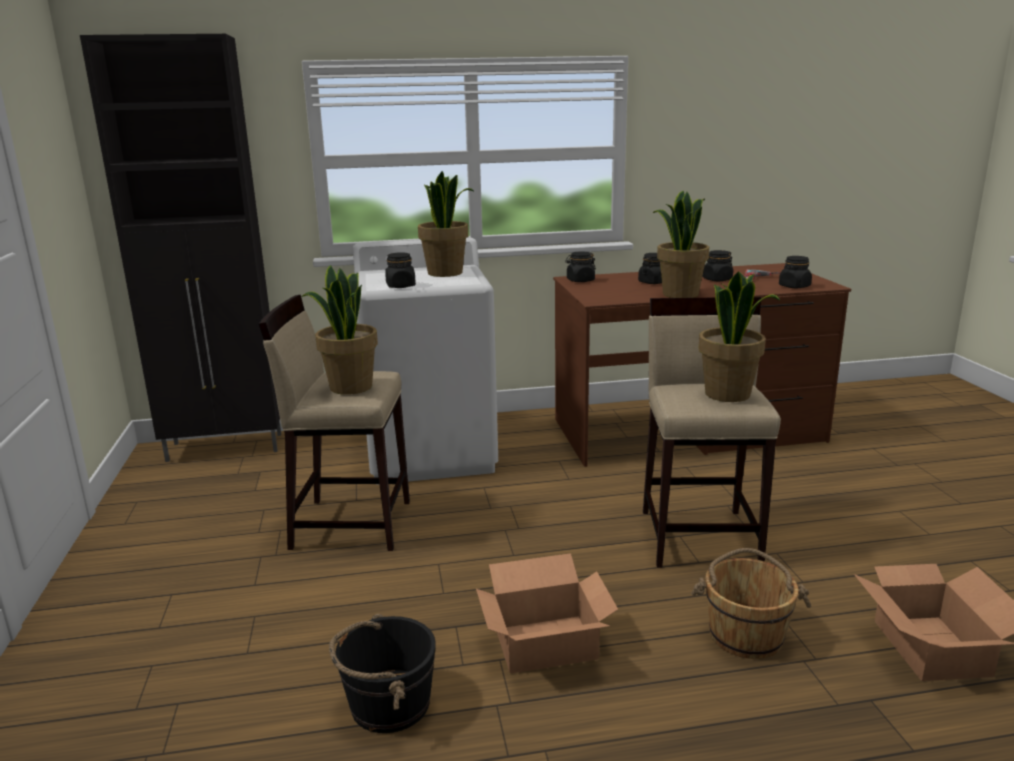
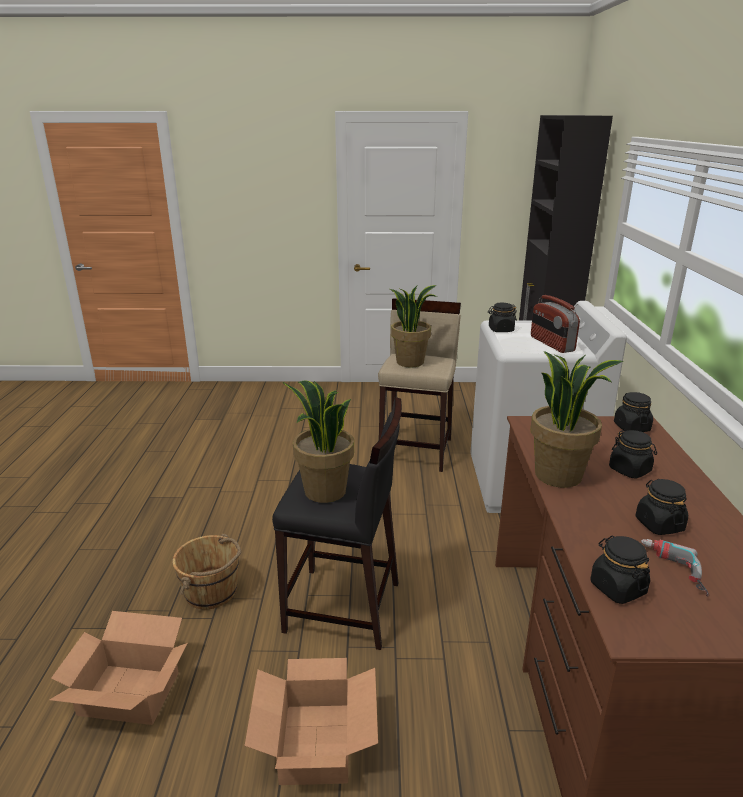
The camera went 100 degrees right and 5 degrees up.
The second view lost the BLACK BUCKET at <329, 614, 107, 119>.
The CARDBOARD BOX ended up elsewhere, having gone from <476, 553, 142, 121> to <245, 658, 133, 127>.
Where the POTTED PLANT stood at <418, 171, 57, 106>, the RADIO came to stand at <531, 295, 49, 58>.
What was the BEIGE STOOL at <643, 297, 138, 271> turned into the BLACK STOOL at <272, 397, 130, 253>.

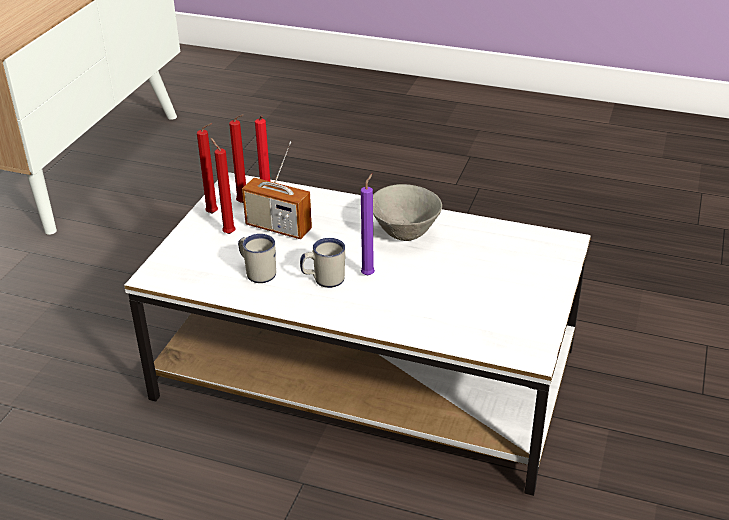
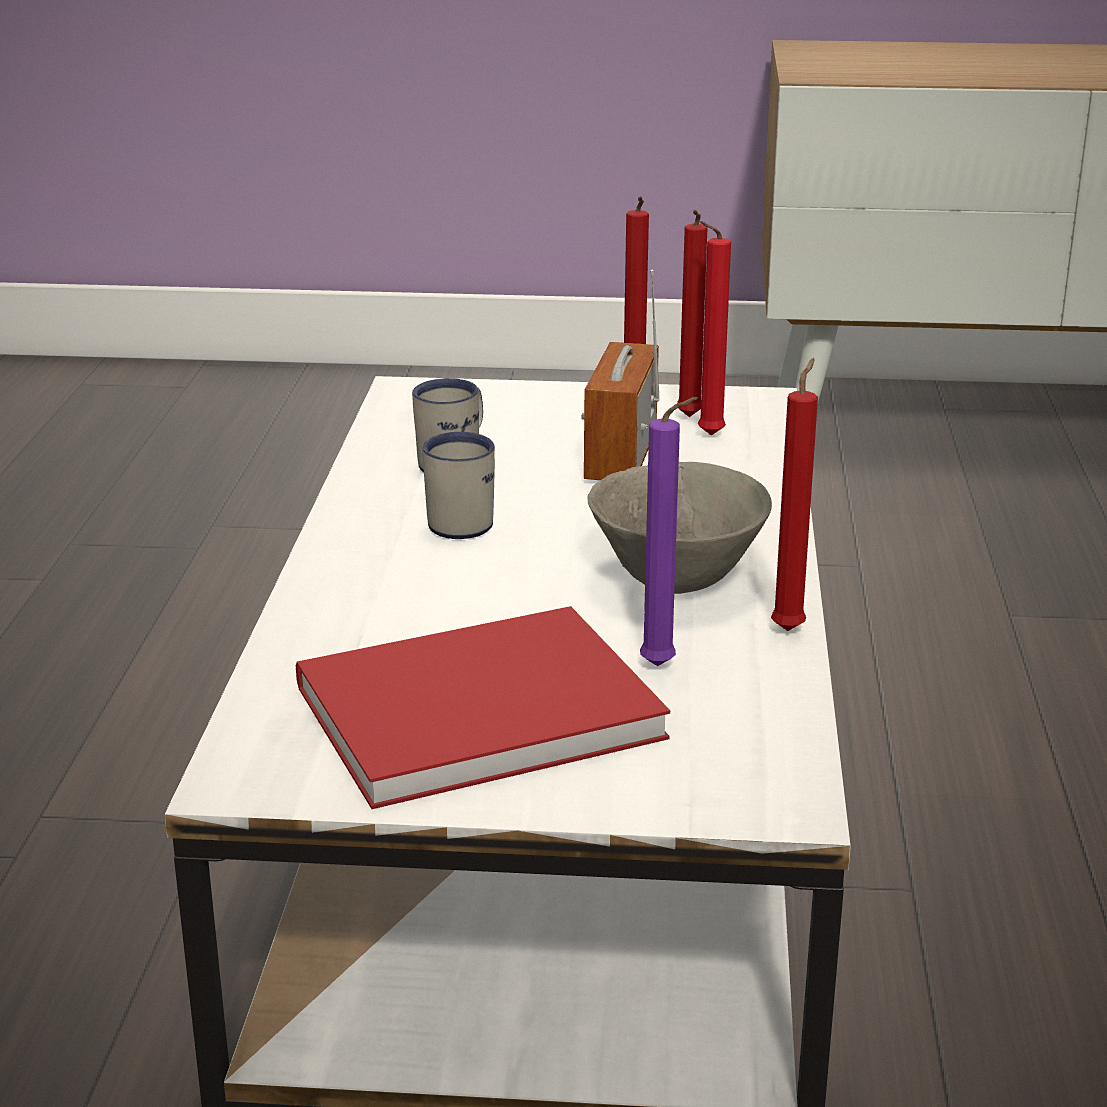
The camera went 75 degrees right and 10 degrees down.
The second view gained the RED BOOK at <296, 606, 374, 203>.
The RED CANDLE ended up elsewhere, having gone from <211, 138, 25, 96> to <771, 358, 47, 273>.
The PURPLE CANDLE ended up elsewhere, having gone from <361, 174, 14, 102> to <640, 397, 58, 269>.

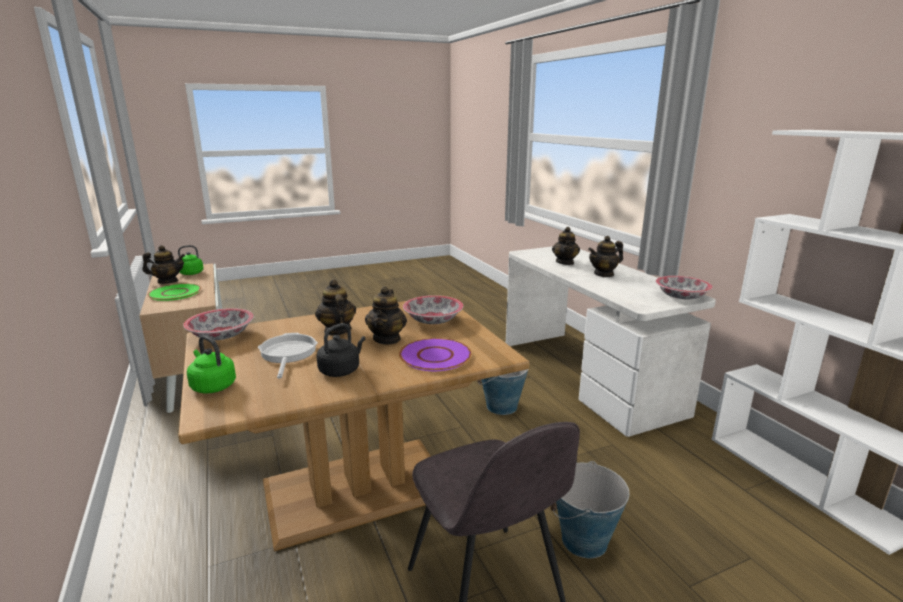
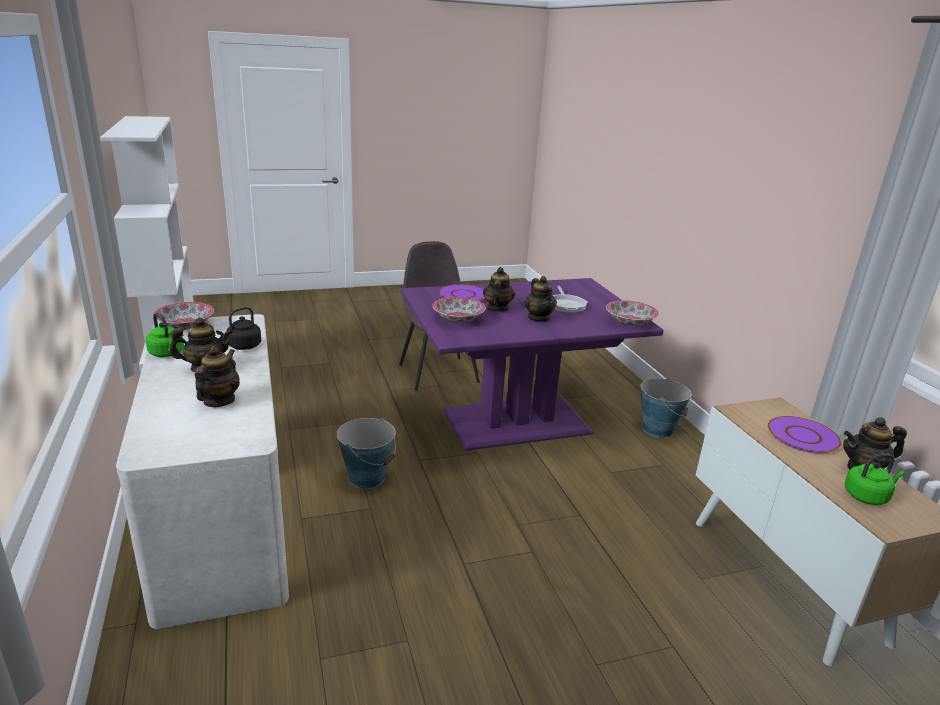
The camera went 175 degrees left and 5 degrees up.
The GREEN KETTLE ended up elsewhere, having gone from <187, 336, 49, 58> to <146, 313, 38, 44>.
The BLACK KETTLE ended up elsewhere, having gone from <316, 323, 49, 54> to <216, 307, 45, 43>.
The BUCKET ended up elsewhere, having gone from <551, 461, 79, 97> to <641, 378, 50, 60>.
What was the GREEN PLATE at <148, 284, 53, 17> turned into the PURPLE PLATE at <768, 416, 73, 37>.
What was the BROWN DINING TABLE at <178, 301, 352, 250> turned into the PURPLE DINING TABLE at <401, 278, 263, 173>.

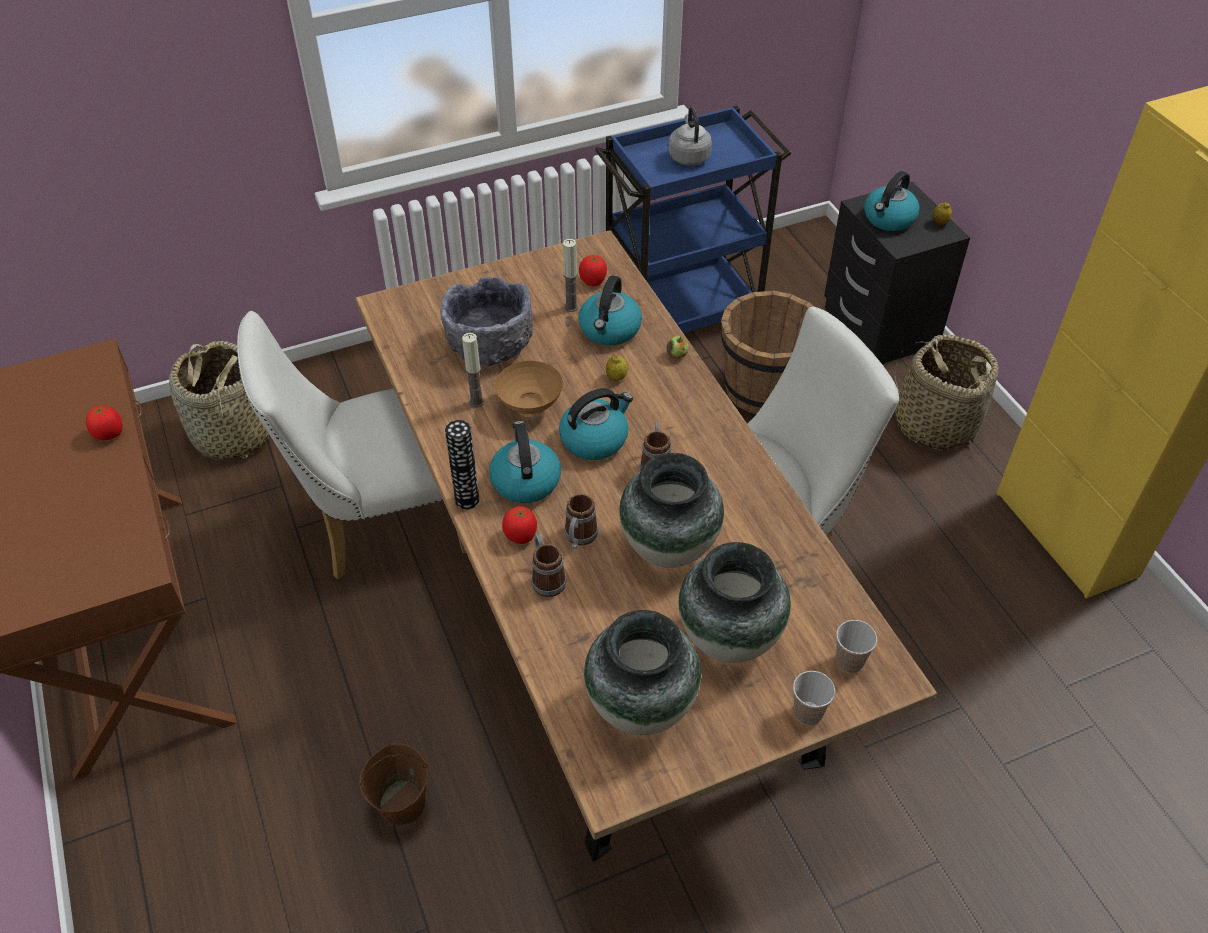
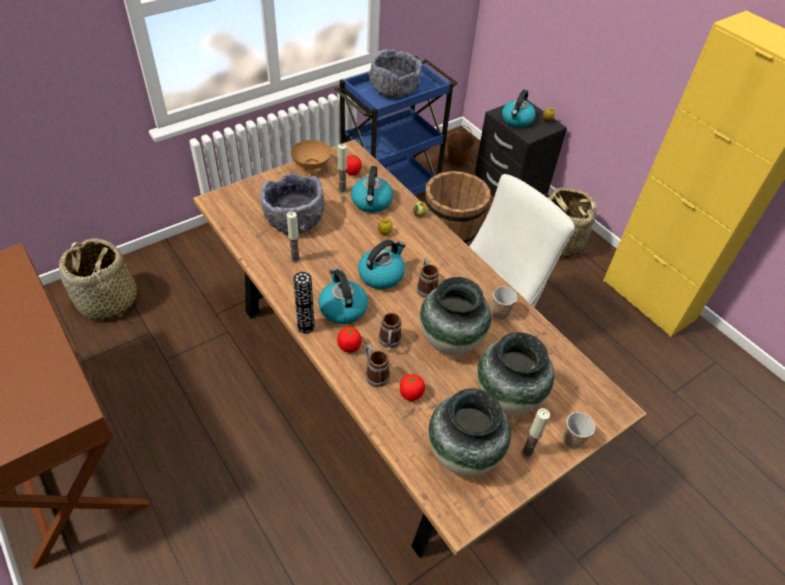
The camera went 15 degrees left and 0 degrees up.
The second view lost the WHITE CHAIR at <237, 311, 229, 269>.
The second view gained the CANDLE at <521, 408, 29, 50>.
The TOMATO ended up elsewhere, having gone from <86, 405, 37, 35> to <400, 373, 25, 28>.
The BROWN BUCKET ended up elsewhere, having gone from <359, 743, 69, 83> to <447, 126, 28, 41>.
The BROWN BOWL ended up elsewhere, having gone from <495, 361, 68, 55> to <291, 140, 40, 32>.
The CUP ended up elsewhere, having gone from <836, 620, 41, 53> to <492, 286, 25, 33>.
Where the GREY KETTLE stood at <669, 107, 43, 58>, the GREY BOWL came to stand at <368, 49, 54, 49>.

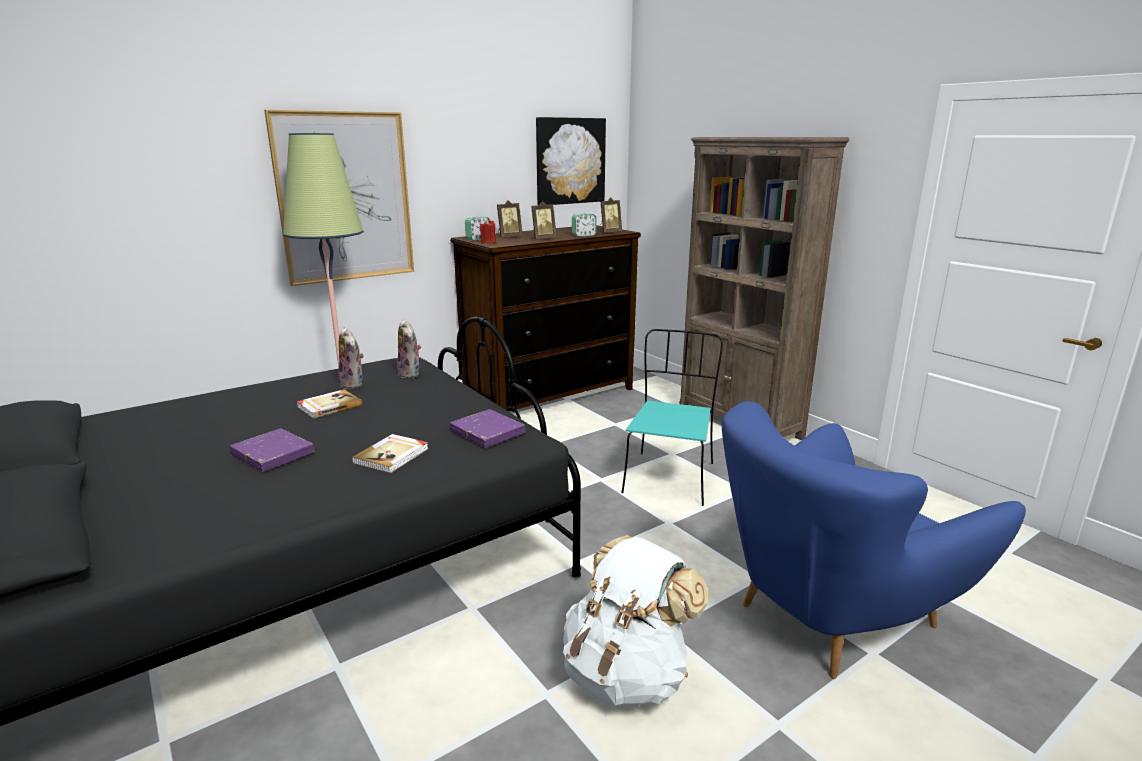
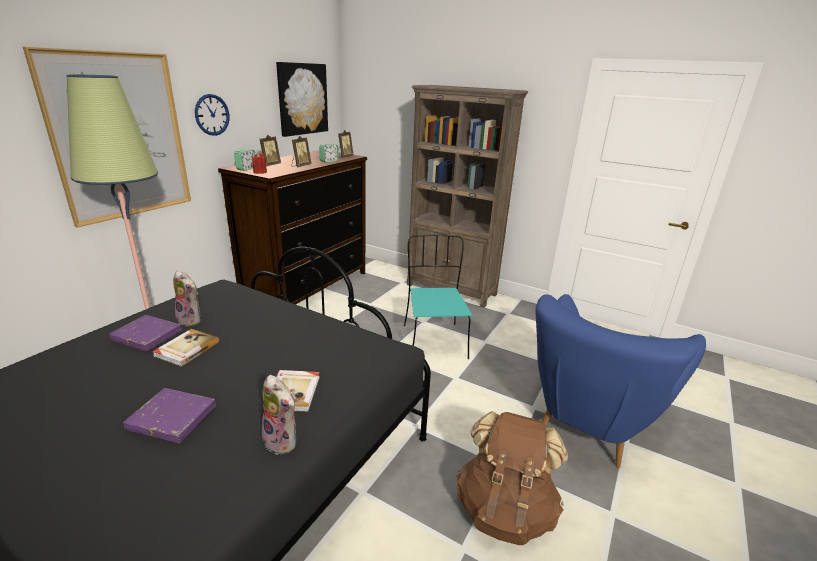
The camera went 25 degrees left and 5 degrees up.
The second view gained the WALL CLOCK at <195, 94, 34, 42>.
The PLUSH TOY ended up elsewhere, having gone from <396, 319, 25, 59> to <262, 375, 34, 80>.
The PURPLE BOOK ended up elsewhere, having gone from <450, 409, 75, 39> to <109, 315, 73, 36>.
What was the WHITE BACKPACK at <563, 535, 145, 172> turned into the BROWN BACKPACK at <457, 411, 111, 134>.

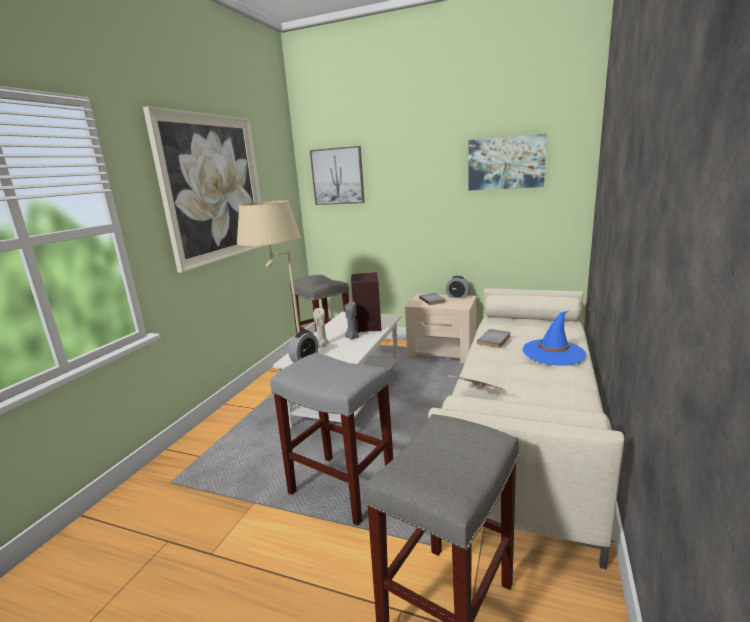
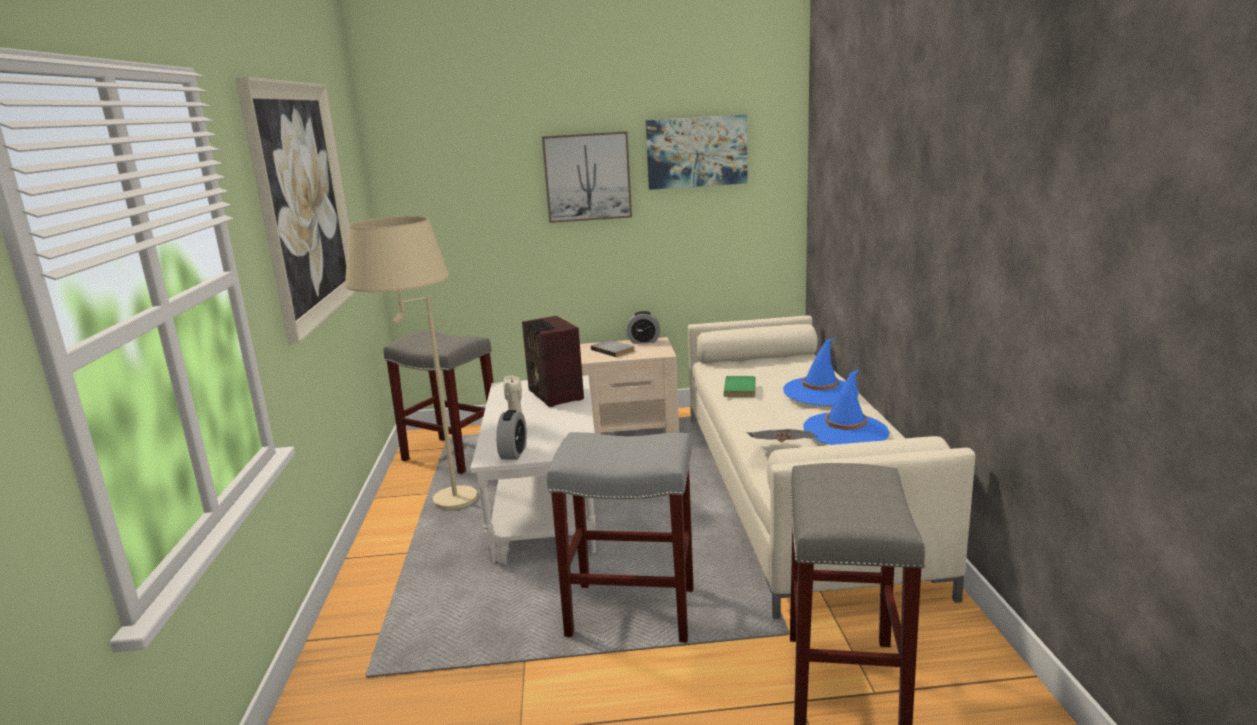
The camera went 25 degrees left and 0 degrees up.
The second view lost the GREY CANDLE at <345, 301, 14, 39>.
The second view gained the BLUE HAT at <803, 369, 87, 76>.
The PICTURE ended up elsewhere, having gone from <310, 146, 55, 59> to <542, 131, 90, 92>.
What was the GREY BOOK at <477, 329, 34, 19> turned into the GREEN BOOK at <724, 376, 32, 21>.

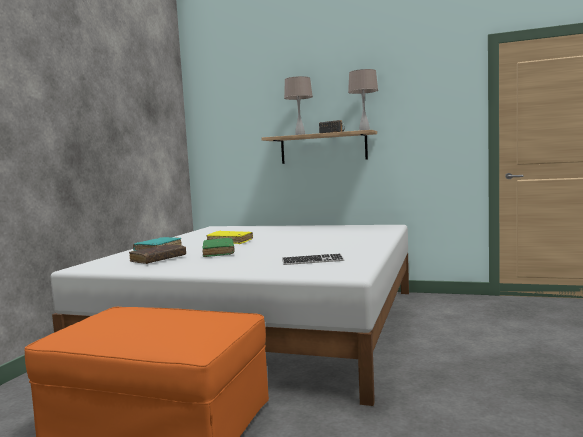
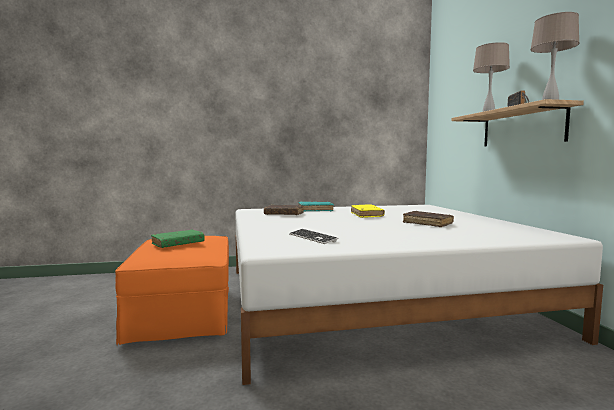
The camera went 60 degrees right and 0 degrees up.
The second view gained the BROWN BOOK at <403, 211, 51, 16>.
The GREEN BOOK ended up elsewhere, having gone from <202, 238, 33, 19> to <151, 229, 54, 19>.

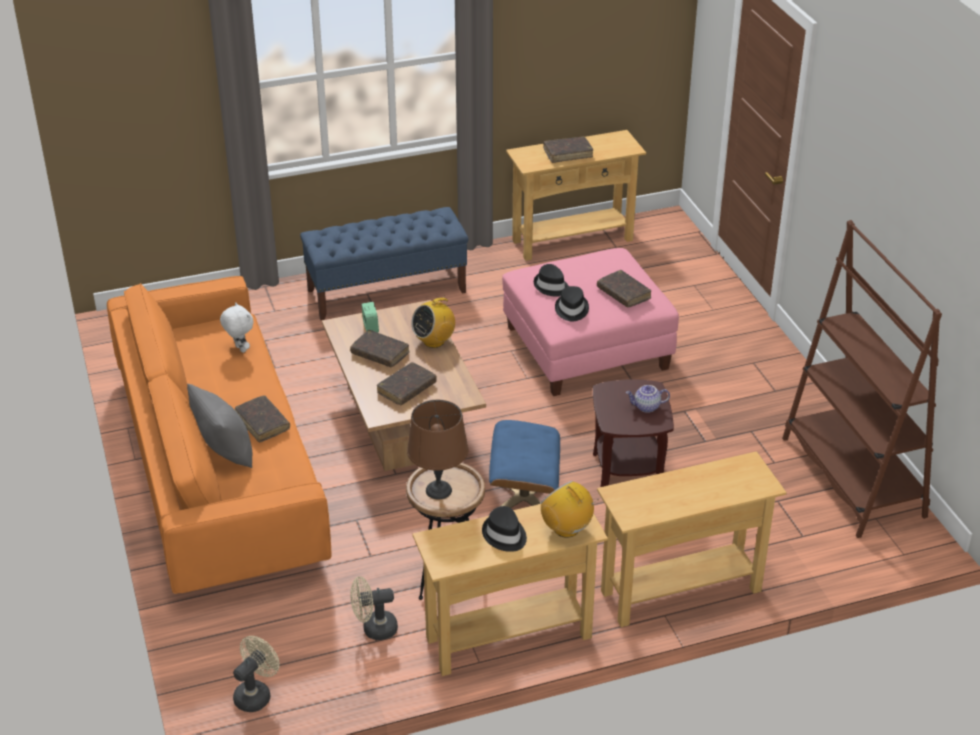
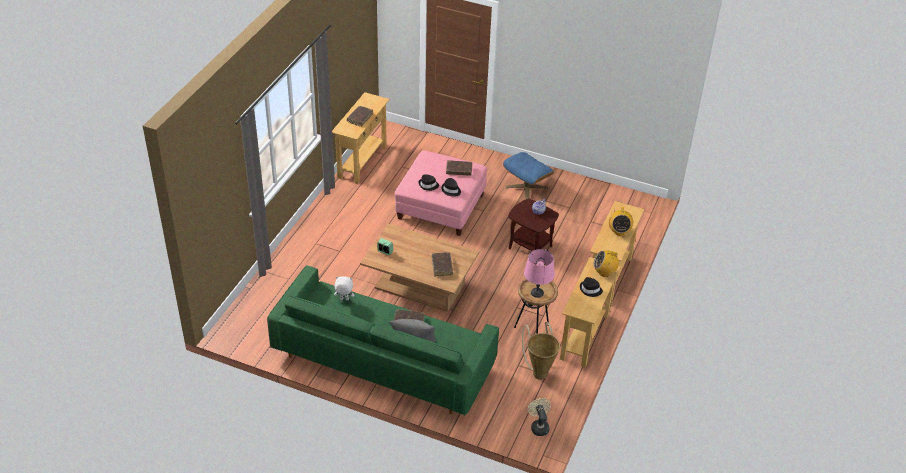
The camera went 50 degrees left and 5 degrees up.
The second view lost the BLUE BENCH at <300, 207, 168, 113>.
The second view lost the BROWN BOOK at <350, 330, 60, 37>.
The second view lost the BROWN BOOKCASE at <782, 220, 160, 318>.
The RADIO ended up elsewhere, having gone from <411, 295, 44, 53> to <609, 207, 24, 29>.
The BLUE OTTOMAN ended up elsewhere, having gone from <489, 420, 71, 88> to <503, 152, 51, 47>.
Where the BEIGE FAN stood at <350, 576, 48, 64>, the BASKET came to stand at <522, 322, 38, 58>.
What was the ORANGE SOFA at <107, 276, 224, 318> turned into the GREEN SOFA at <267, 265, 232, 150>.
What was the BROWN TABLE LAMP at <407, 400, 61, 99> turned into the PINK TABLE LAMP at <524, 249, 31, 49>.

